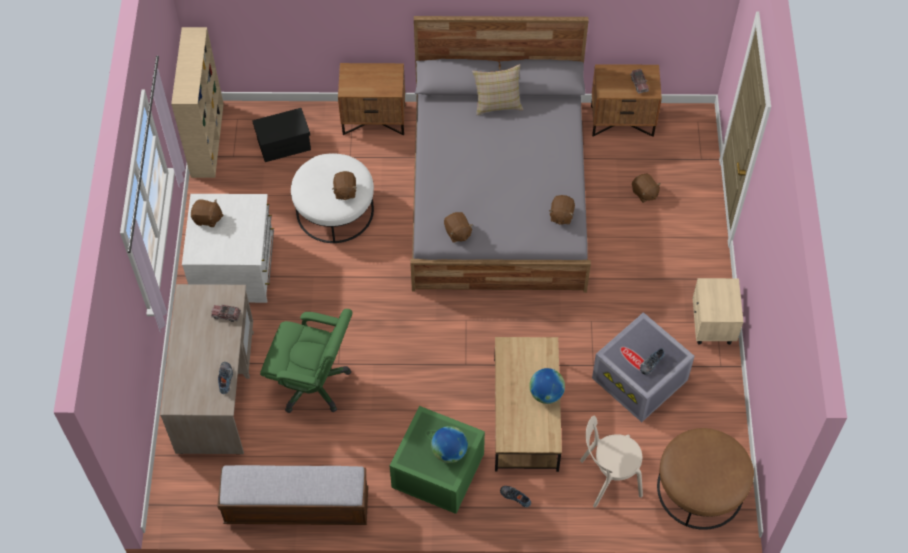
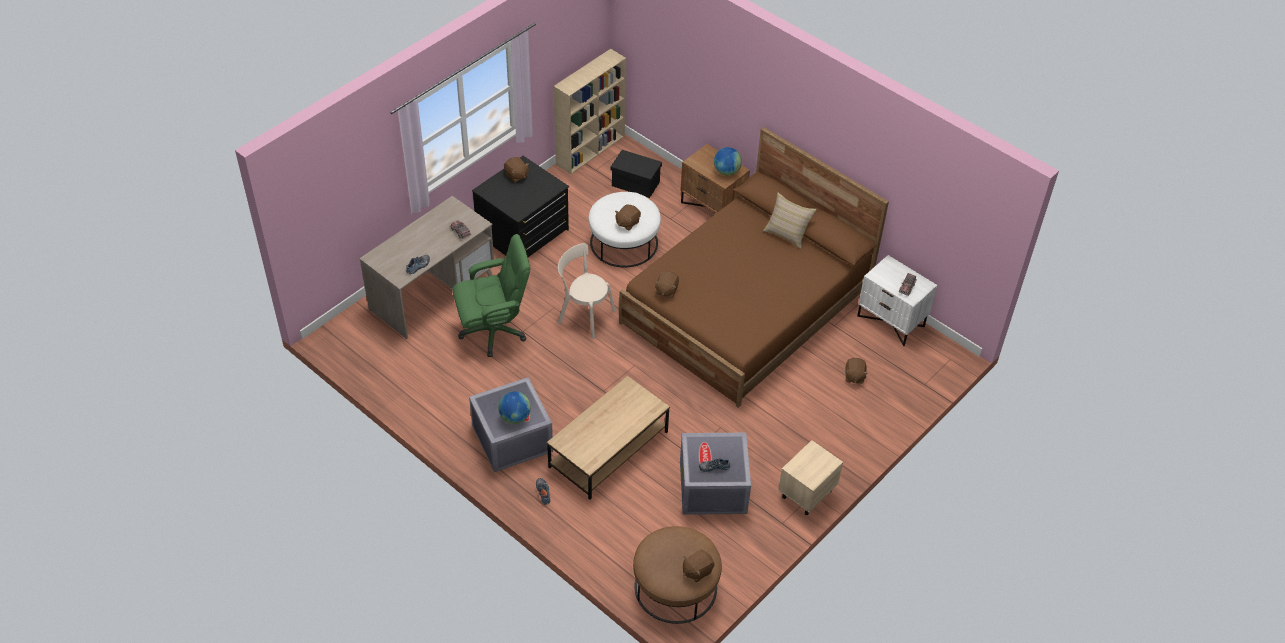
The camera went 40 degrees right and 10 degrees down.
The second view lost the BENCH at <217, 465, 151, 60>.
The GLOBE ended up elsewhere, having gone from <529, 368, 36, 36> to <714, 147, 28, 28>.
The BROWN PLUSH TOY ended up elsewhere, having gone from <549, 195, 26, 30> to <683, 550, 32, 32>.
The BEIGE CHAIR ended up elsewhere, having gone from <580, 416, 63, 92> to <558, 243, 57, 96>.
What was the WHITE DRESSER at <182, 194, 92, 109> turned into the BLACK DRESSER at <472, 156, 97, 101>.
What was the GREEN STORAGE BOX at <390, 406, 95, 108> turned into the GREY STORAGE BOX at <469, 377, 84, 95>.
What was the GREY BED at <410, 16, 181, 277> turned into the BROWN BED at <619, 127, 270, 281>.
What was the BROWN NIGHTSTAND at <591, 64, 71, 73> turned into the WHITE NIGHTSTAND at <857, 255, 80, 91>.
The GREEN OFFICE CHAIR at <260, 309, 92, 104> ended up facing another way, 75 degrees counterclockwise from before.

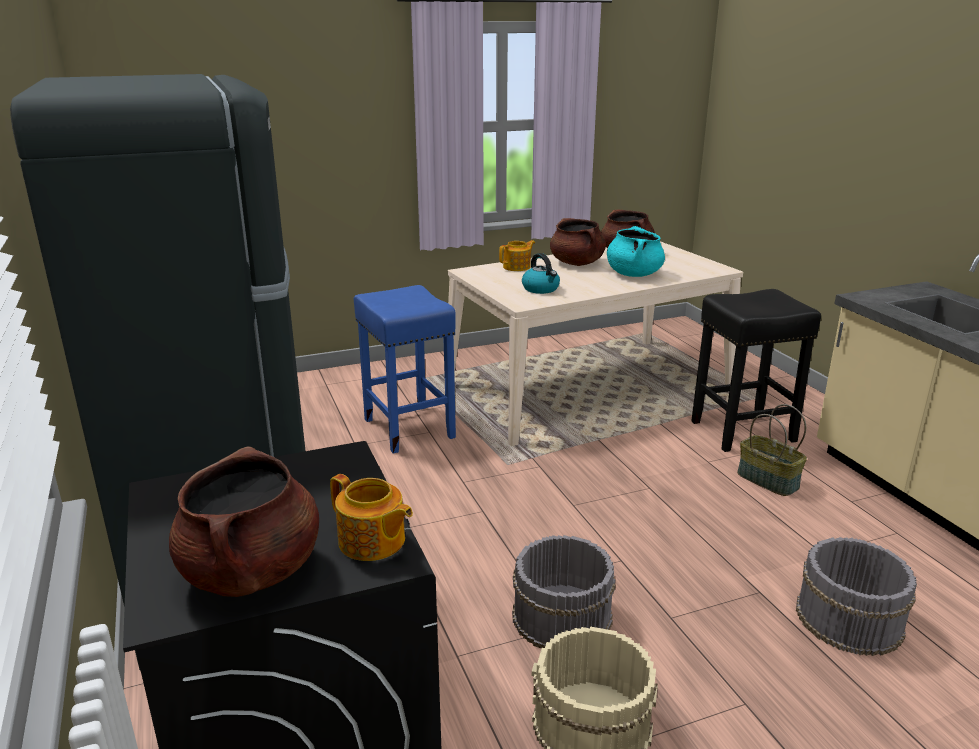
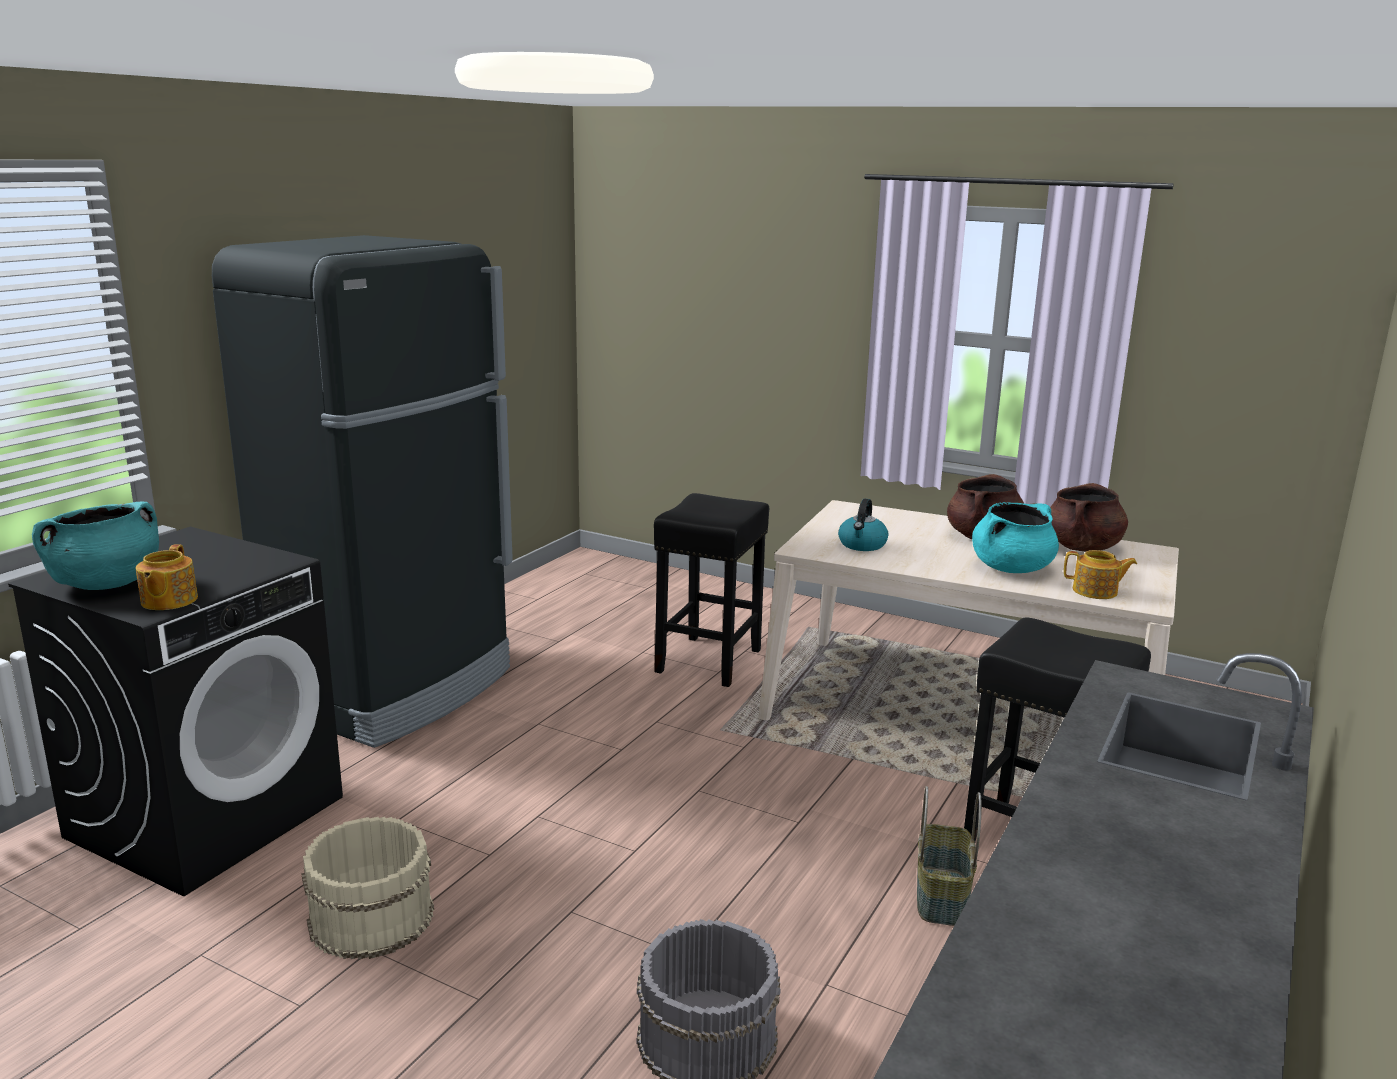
The camera went 50 degrees right and 5 degrees down.
The second view lost the GREY BUCKET at <512, 535, 104, 114>.
The TEAPOT ended up elsewhere, having gone from <499, 240, 36, 31> to <1064, 550, 73, 49>.
What was the BROWN COOKING POT at <169, 446, 150, 151> turned into the TURQUOISE COOKING POT at <32, 502, 127, 88>.
What was the BLUE STOOL at <354, 285, 102, 169> turned into the BLACK STOOL at <654, 493, 115, 194>.

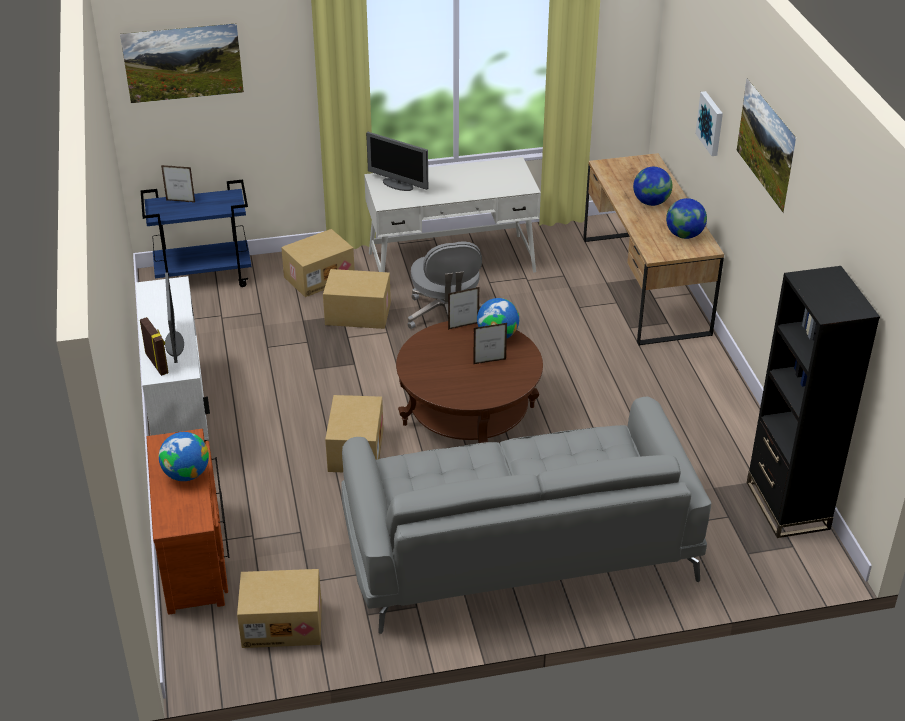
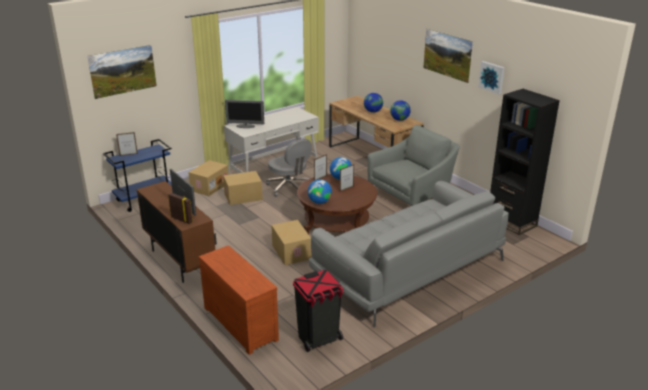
The camera went 25 degrees left and 10 degrees down.
The second view gained the GREY ARMCHAIR at <367, 125, 93, 81>.
The GLOBE ended up elsewhere, having gone from <159, 432, 50, 49> to <308, 179, 24, 25>.
The PICTURE ended up elsewhere, having gone from <695, 91, 28, 65> to <478, 61, 27, 33>.
Where the CARDBOARD BOX stood at <237, 569, 85, 79>, the BLACK TRASH CAN came to stand at <293, 270, 51, 82>.
What was the WHITE CABINET at <136, 276, 74, 166> turned into the BROWN CABINET at <137, 181, 80, 102>.

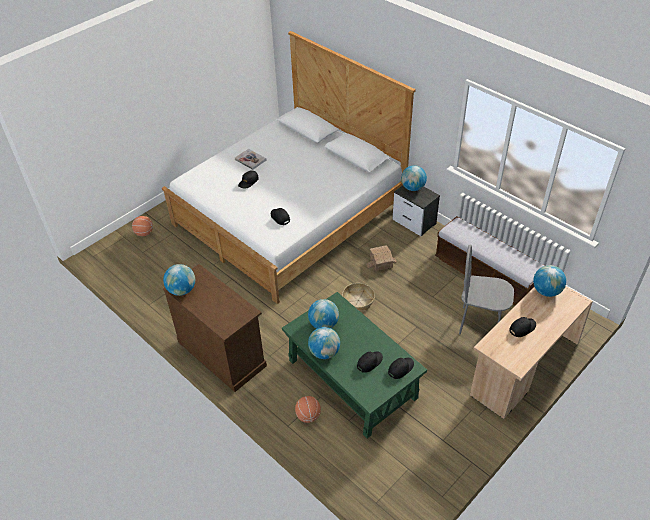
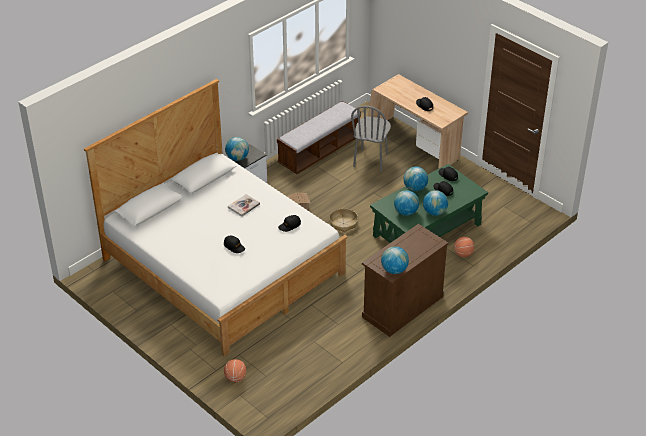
The camera went 90 degrees left and 5 degrees down.
The BOOK ended up elsewhere, having gone from <235, 149, 32, 21> to <228, 194, 32, 23>.
The GLOBE ended up elsewhere, having gone from <533, 265, 33, 32> to <404, 167, 24, 24>.

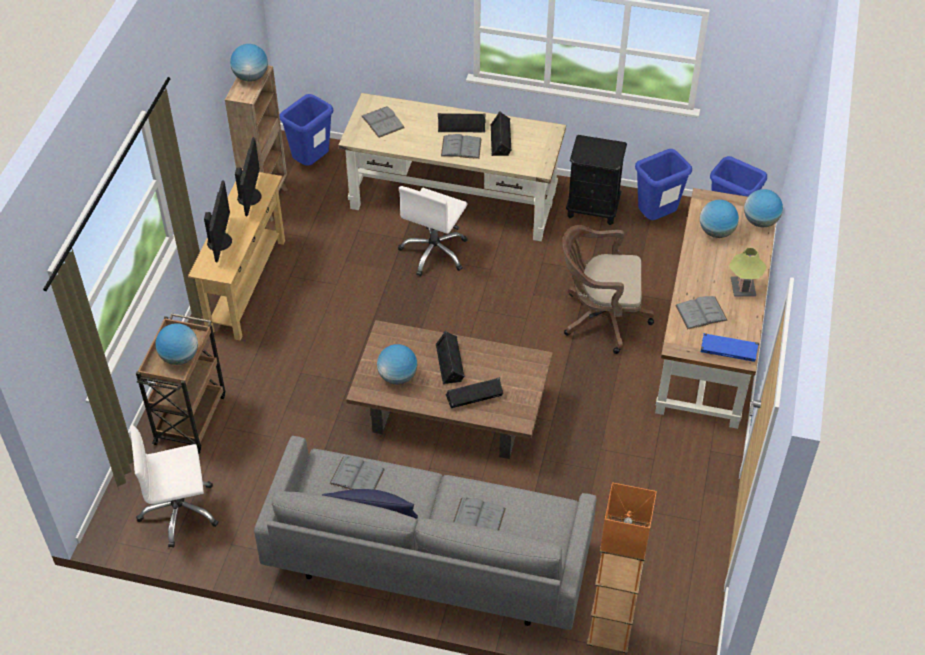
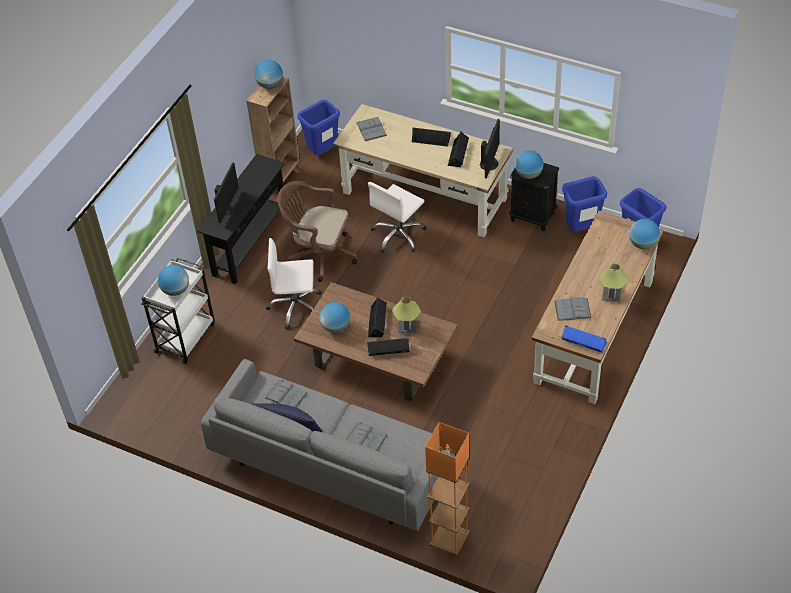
The camera went 15 degrees right and 0 degrees up.
The second view lost the GREY BOOK at <441, 134, 41, 25>.
The second view gained the TABLE LAMP at <392, 297, 29, 37>.
The WHITE OFFICE CHAIR ended up elsewhere, having gone from <130, 425, 89, 122> to <266, 238, 56, 91>.
The MONITOR ended up elsewhere, having gone from <235, 137, 27, 80> to <480, 119, 20, 60>.
The BROWN OFFICE CHAIR ended up elsewhere, having gone from <563, 225, 91, 129> to <278, 181, 79, 101>.
The GLOBE ended up elsewhere, having gone from <700, 200, 39, 38> to <515, 150, 28, 29>.
What was the BROWN CART at <136, 313, 89, 141> turned into the WHITE CART at <141, 257, 74, 107>.
What was the BEIGE CONSOLE TABLE at <188, 169, 97, 171> turned into the BLACK CONSOLE TABLE at <197, 154, 90, 130>.

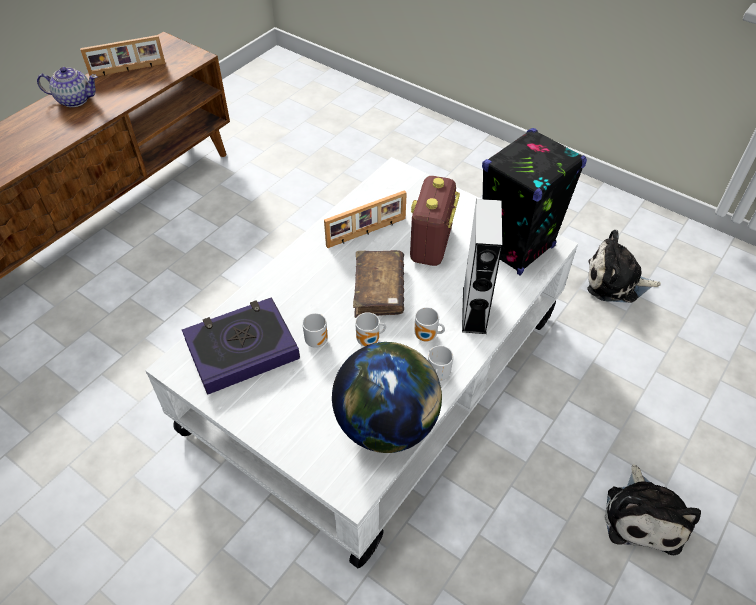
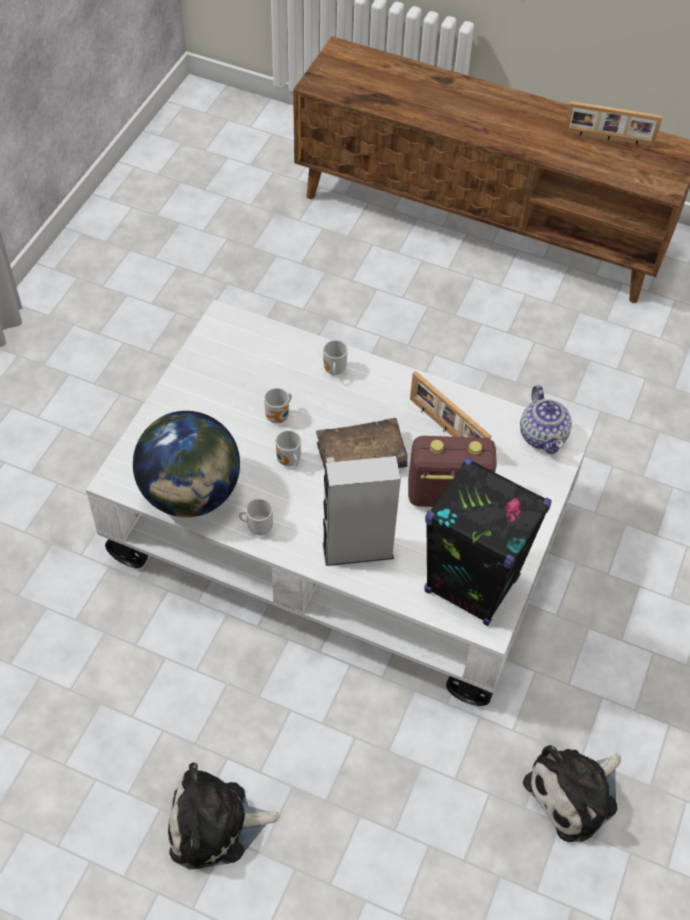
The camera went 75 degrees right and 5 degrees up.
The second view lost the BOOK at <182, 297, 118, 97>.
The TEAPOT ended up elsewhere, having gone from <37, 67, 61, 40> to <520, 385, 52, 69>.
The MUG ended up elsewhere, having gone from <415, 307, 30, 35> to <323, 340, 25, 35>.
The PICTURE FRAME at <80, 35, 86, 41> ended up facing another way, 45 degrees counterclockwise from before.
The PLUSH TOY at <587, 230, 74, 73> ended up facing another way, 120 degrees counterclockwise from before.

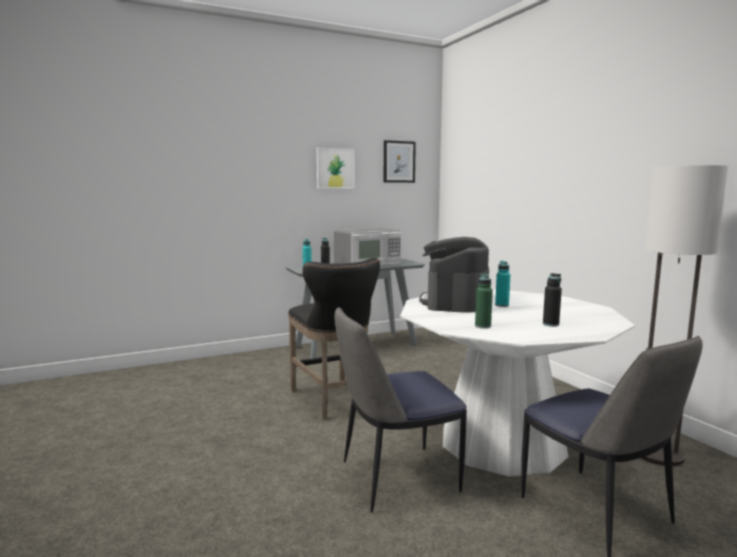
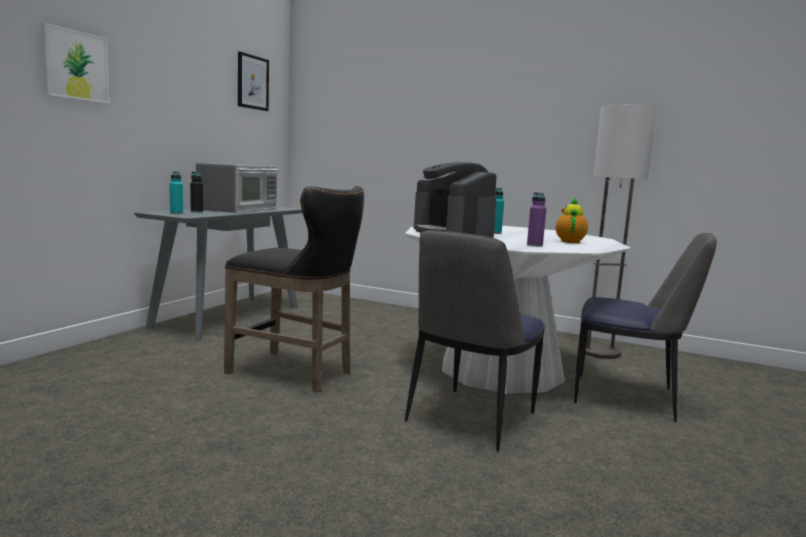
The camera went 40 degrees left and 0 degrees up.
The PICTURE ended up elsewhere, having gone from <317, 148, 38, 41> to <42, 23, 68, 81>.
Where the BLACK BOTTLE stood at <543, 273, 19, 54>, the TEAPOT came to stand at <556, 198, 32, 45>.
What was the GREEN BOTTLE at <475, 273, 18, 56> turned into the PURPLE BOTTLE at <527, 192, 19, 55>.

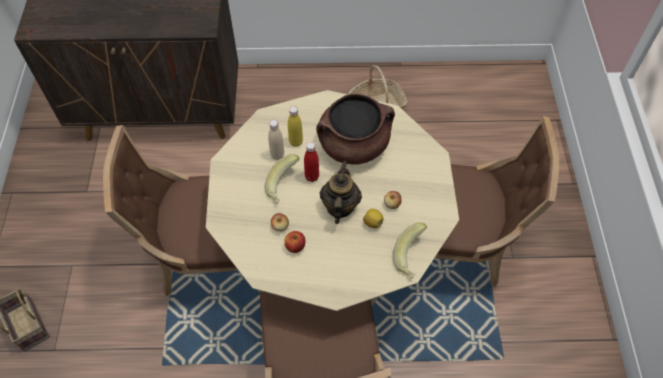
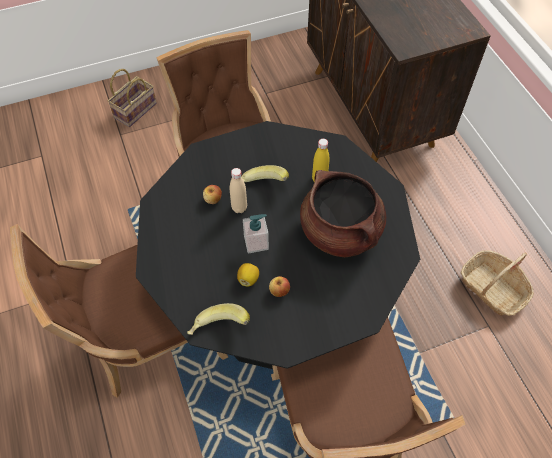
The camera went 70 degrees right and 0 degrees up.
The second view lost the APPLE at <284, 231, 21, 22>.
The second view lost the RED BOTTLE at <304, 142, 15, 40>.
The BEIGE BOTTLE ended up elsewhere, having gone from <268, 120, 16, 40> to <230, 168, 17, 45>.
Where the TEAPOT stood at <320, 161, 42, 63>, the SOAP DISPENSER came to stand at <243, 214, 26, 40>.
What was the BEIGE DINING TABLE at <206, 90, 253, 221> turned into the BLACK DINING TABLE at <136, 121, 284, 248>.

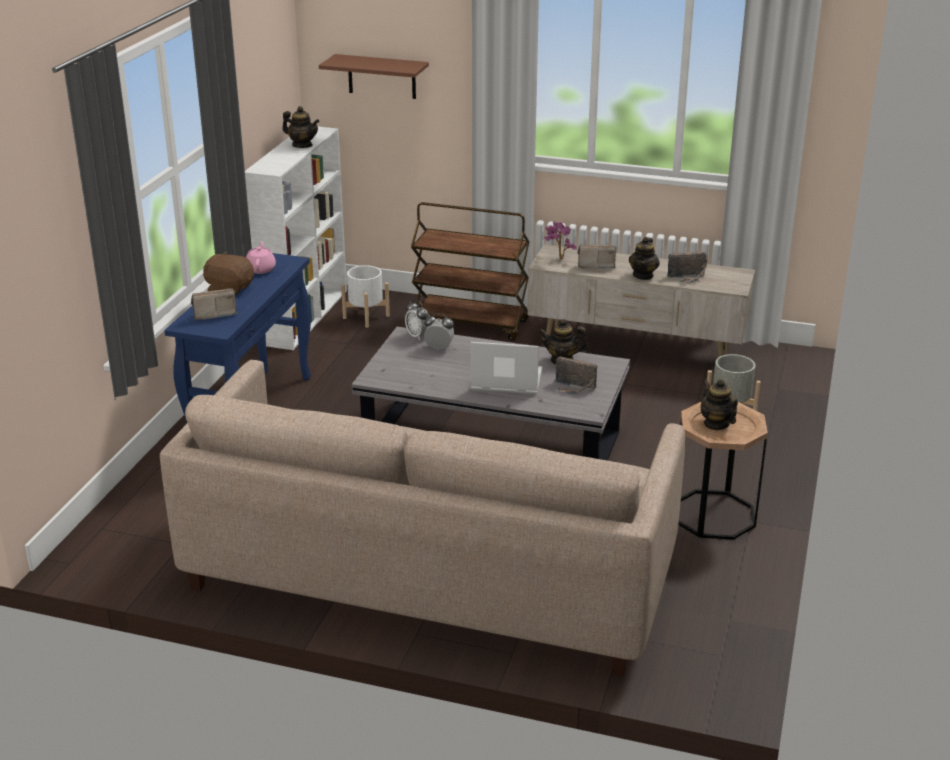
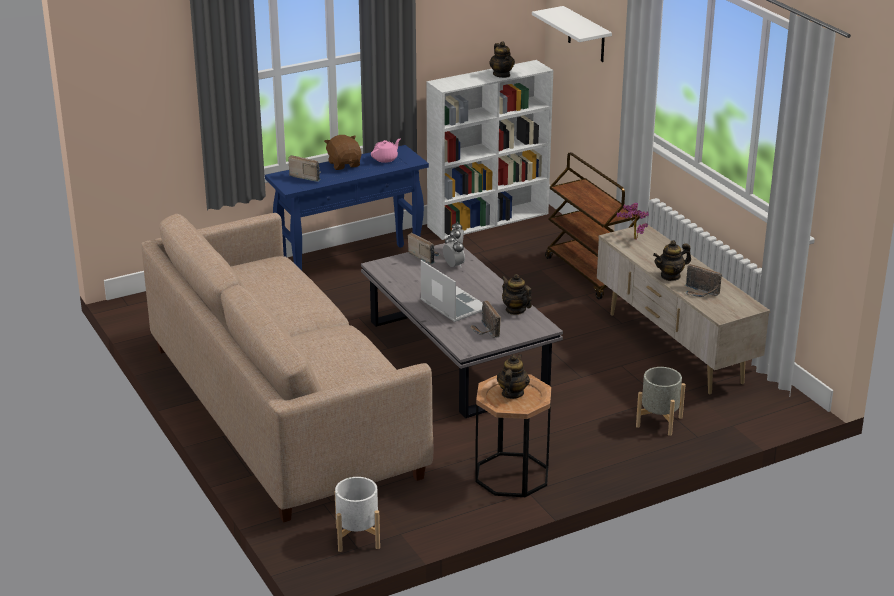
The camera went 45 degrees right and 0 degrees up.
The WHITE PLANTER ended up elsewhere, having gone from <341, 265, 49, 63> to <335, 477, 45, 75>.
The RADIO ended up elsewhere, having gone from <577, 244, 39, 25> to <408, 233, 33, 31>.
What was the BROWN SHELF at <319, 54, 110, 45> turned into the WHITE SHELF at <532, 6, 80, 56>.

